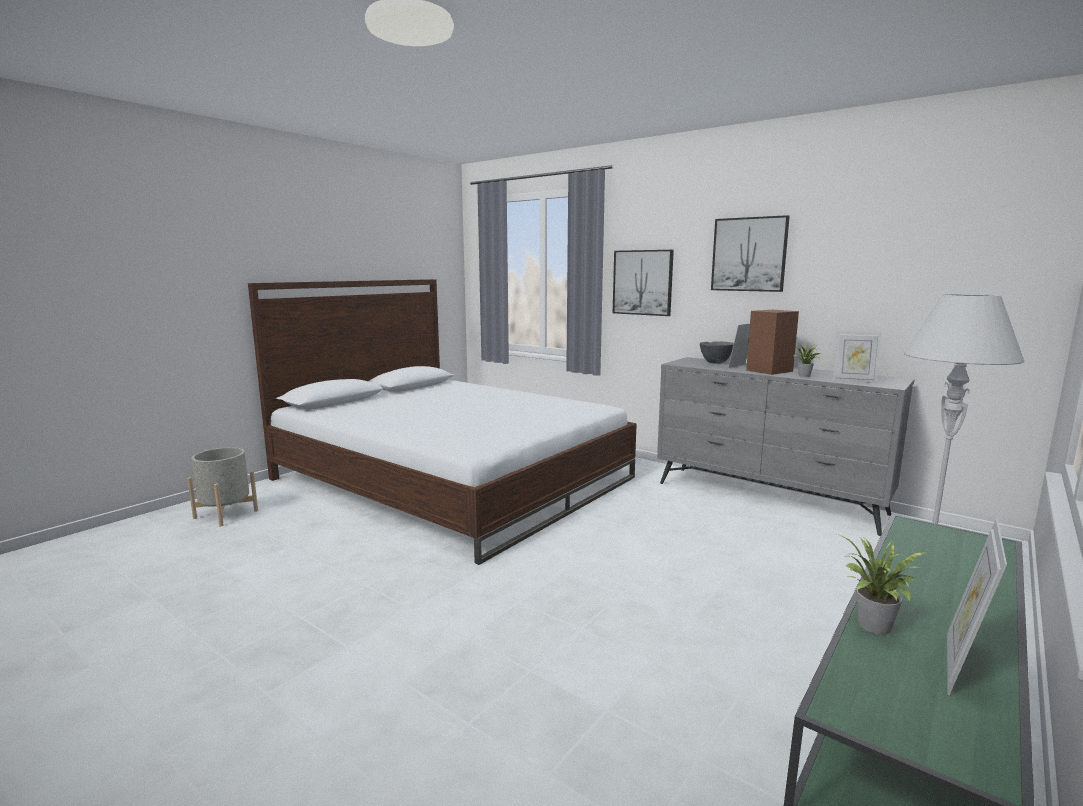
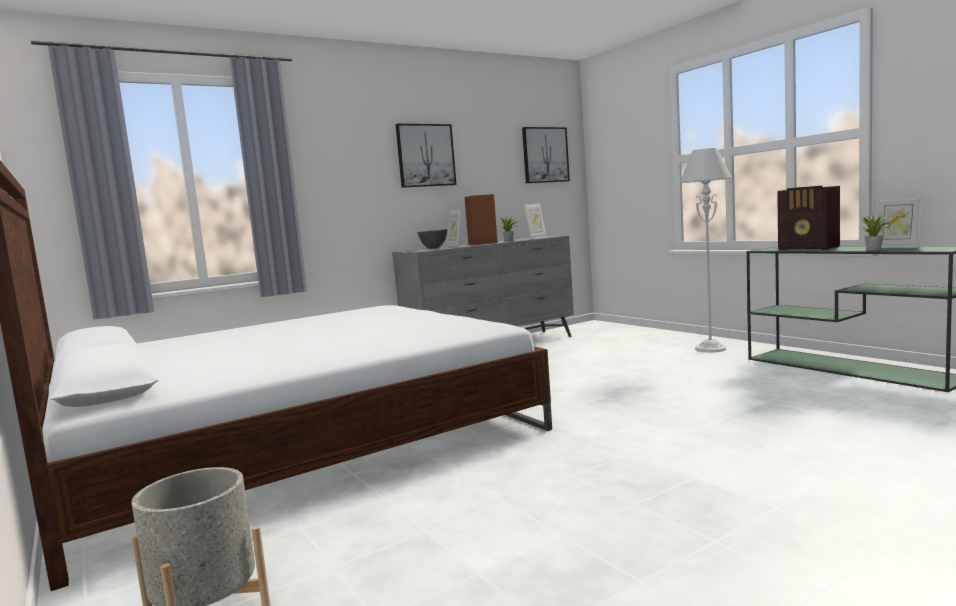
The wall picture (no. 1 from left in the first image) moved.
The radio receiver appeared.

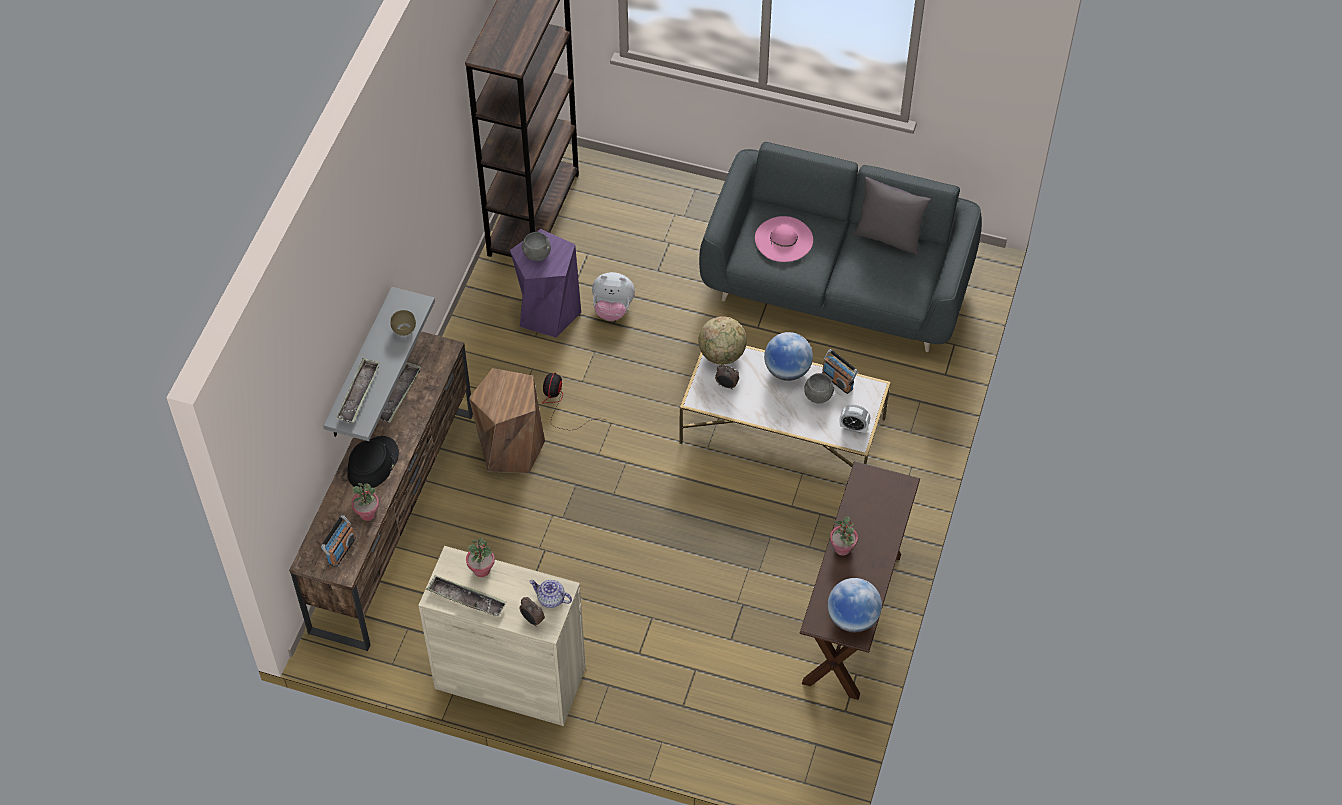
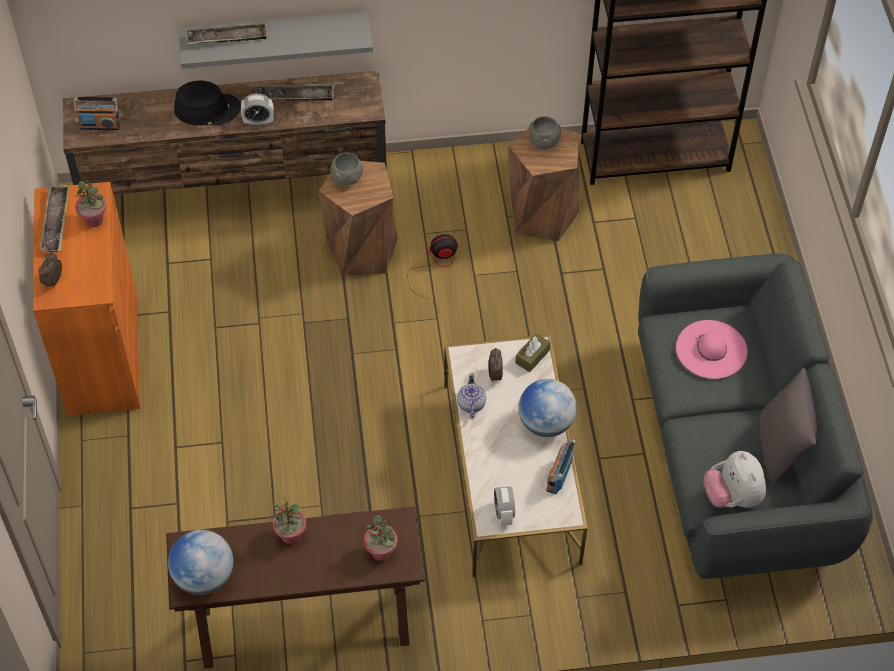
The plant in a pot (no. 1 from left in the first image) moved.
The brown serving bowl disappeared.
The beige-coloured storage cabinet became the orange-coloured storage cabinet.
The purplish stool became the brown stool (no. 2 from left).
The pot for tea moved.
The cuddly toy moved.
The desk globe (no. 1 from left) was replaced by the brown tissue holder.
The gray serving bowl (no. 2 from left in the first image) moved.
The table clock (no. 2 from left) appeared.

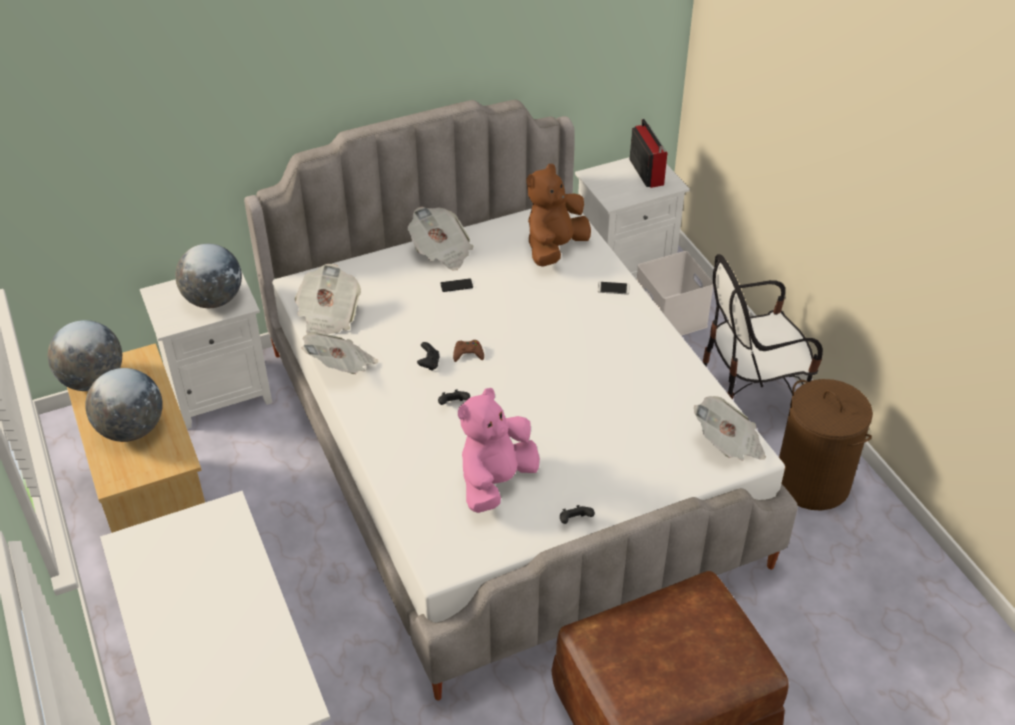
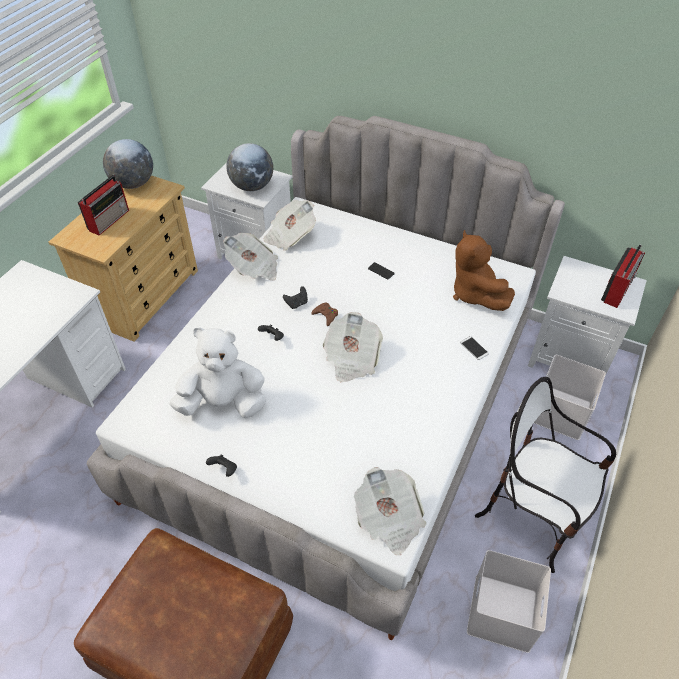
The desk globe (no. 2 from left) was replaced by the radio receiver (no. 1 from left).
The newspaper (no. 3 from left) moved.
The pink-coloured cuddly toy became the whitish cuddly toy.
The brown cuddly toy turned 105 degrees counterclockwise.
The brown laundry basket was replaced by the whitish storage box (no. 1 from left).

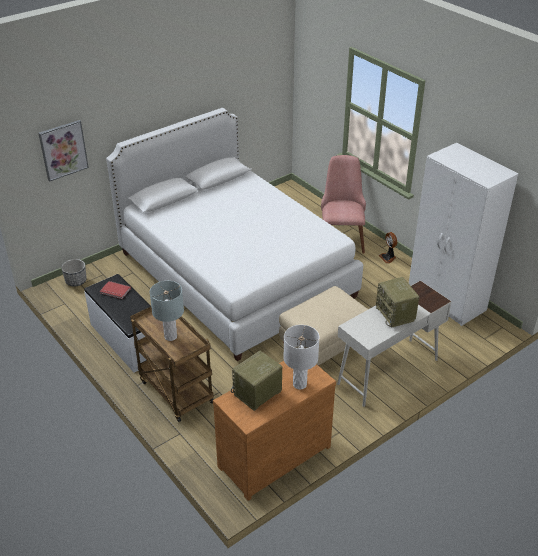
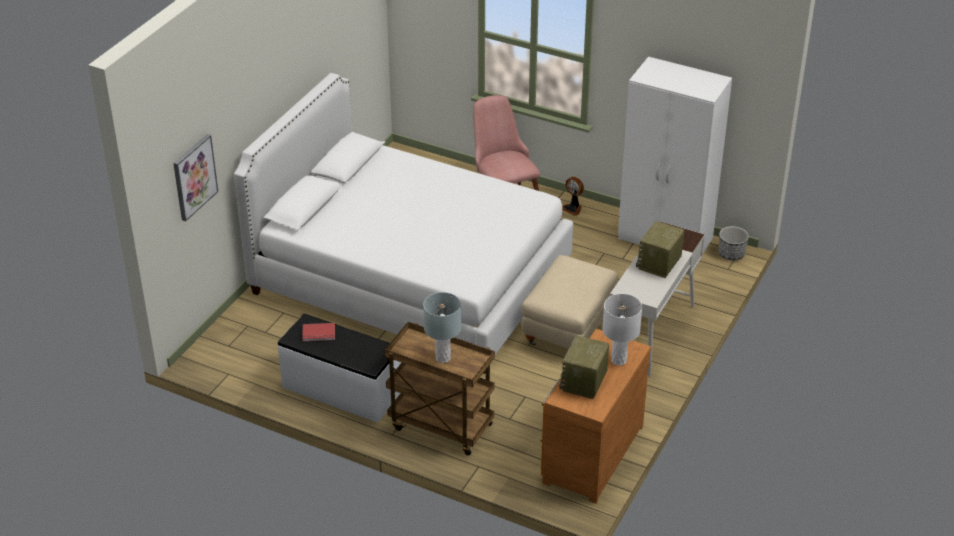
The flower pot moved.
The radio receiver (no. 2 from left) turned 75 degrees clockwise.

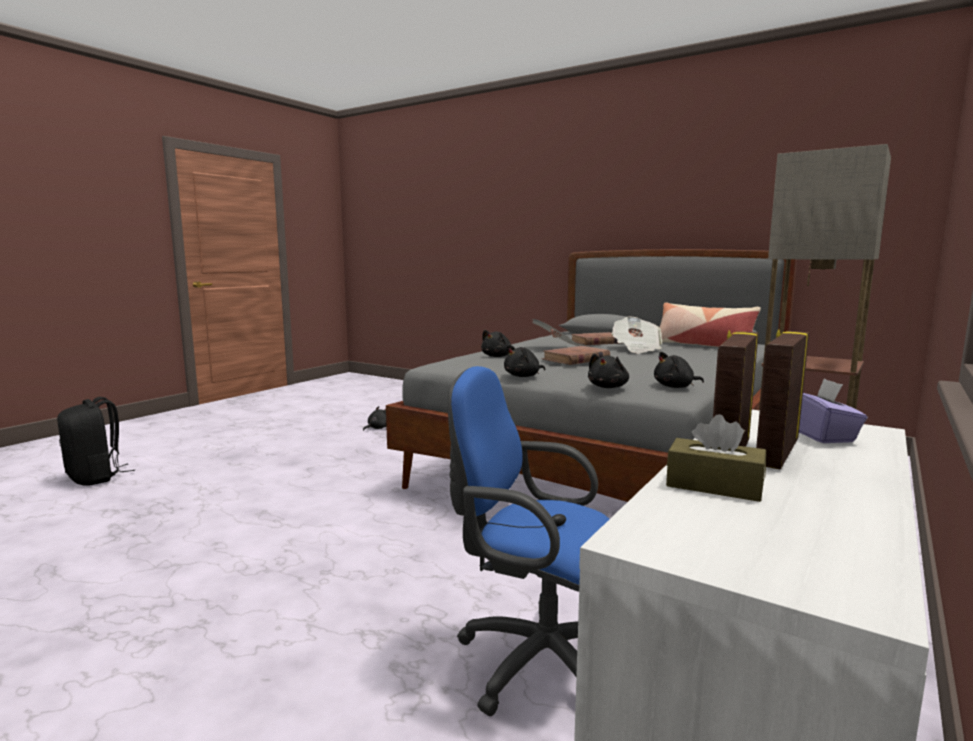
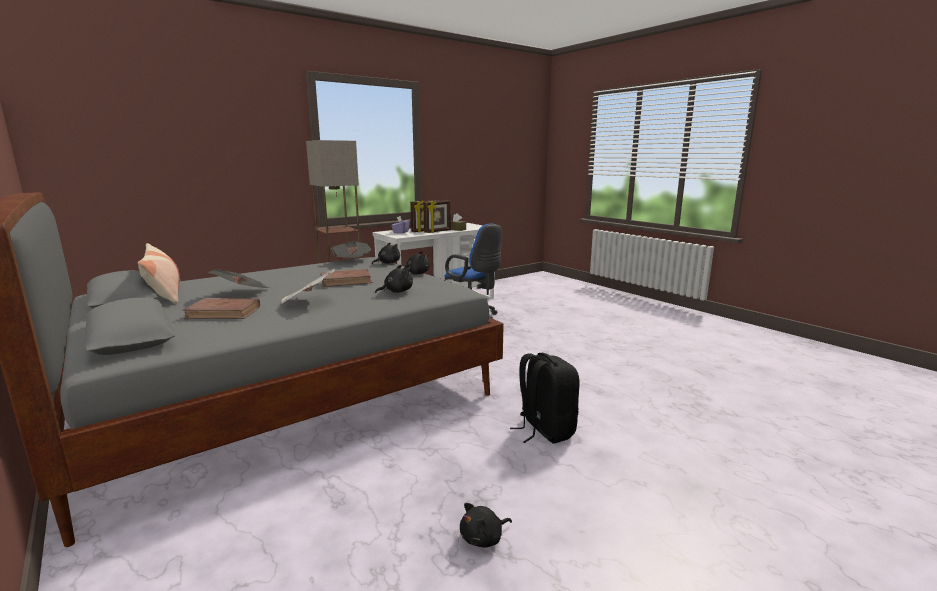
The black-coloured rucksack moved.
The black-coloured cuddly toy (no. 5 from left) was replaced by the newspaper (no. 3 from left).

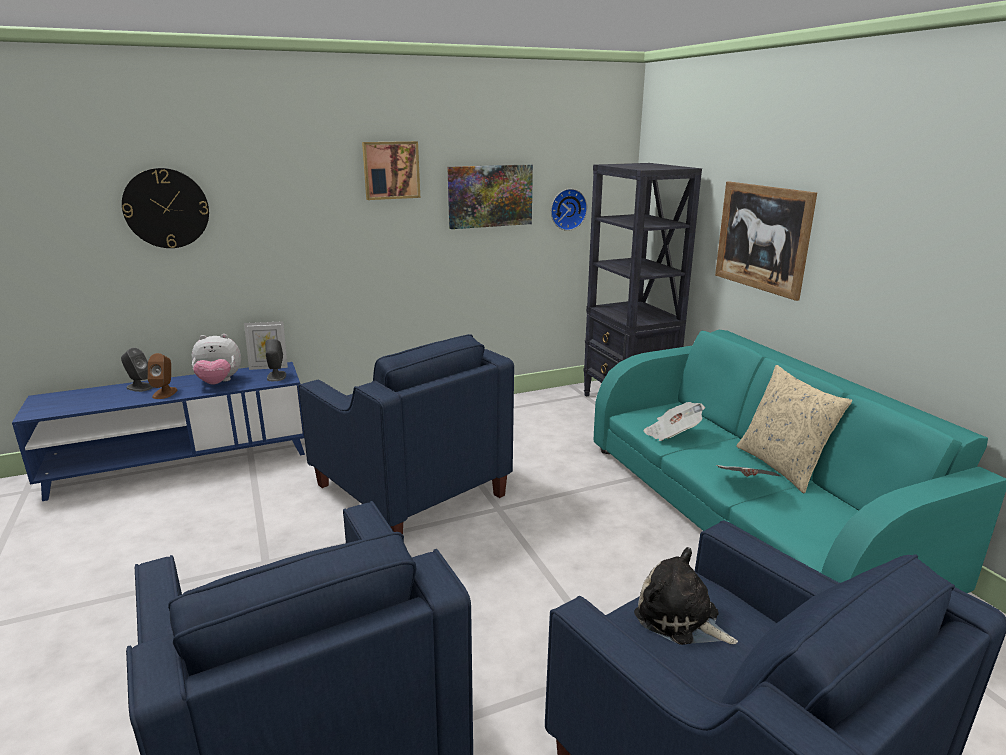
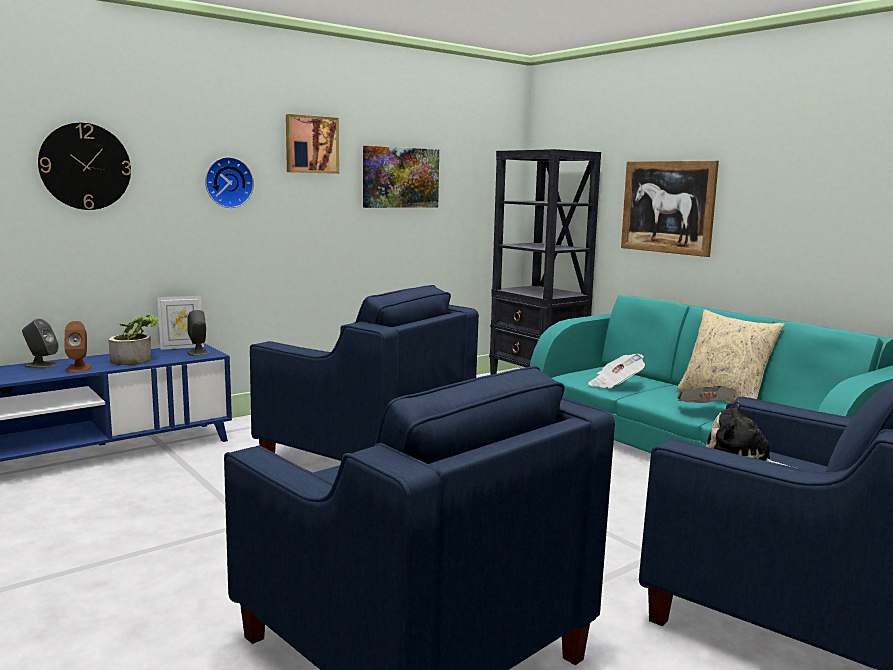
The cuddly toy (no. 1 from left) was replaced by the plant in a pot.
The clock on the wall (no. 2 from left) moved.

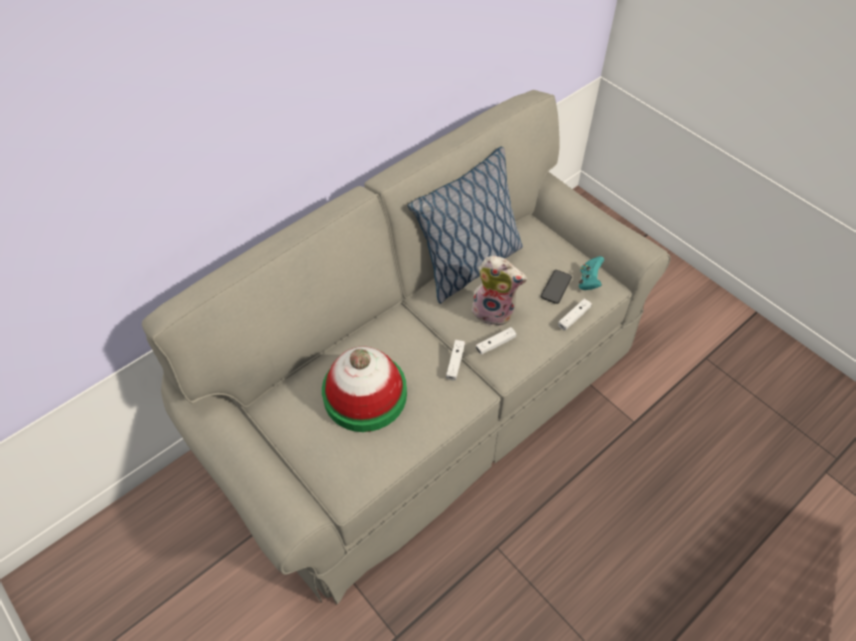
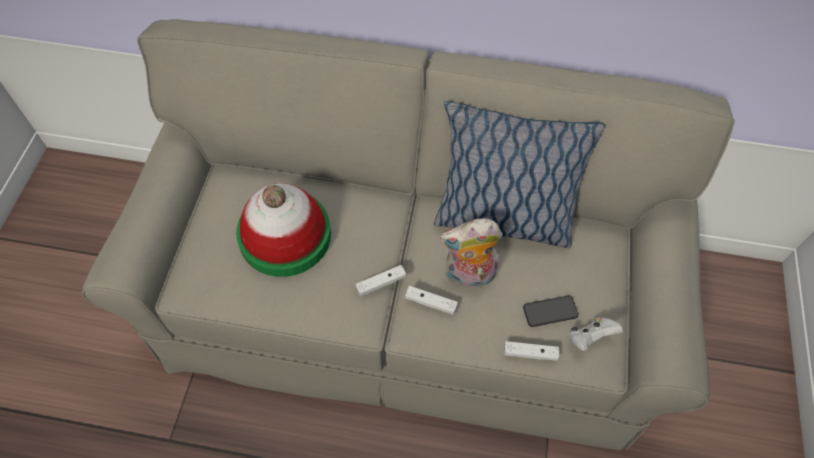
The cuddly toy turned 105 degrees clockwise.
The blue-green game controller became the whitish game controller (no. 4 from left).

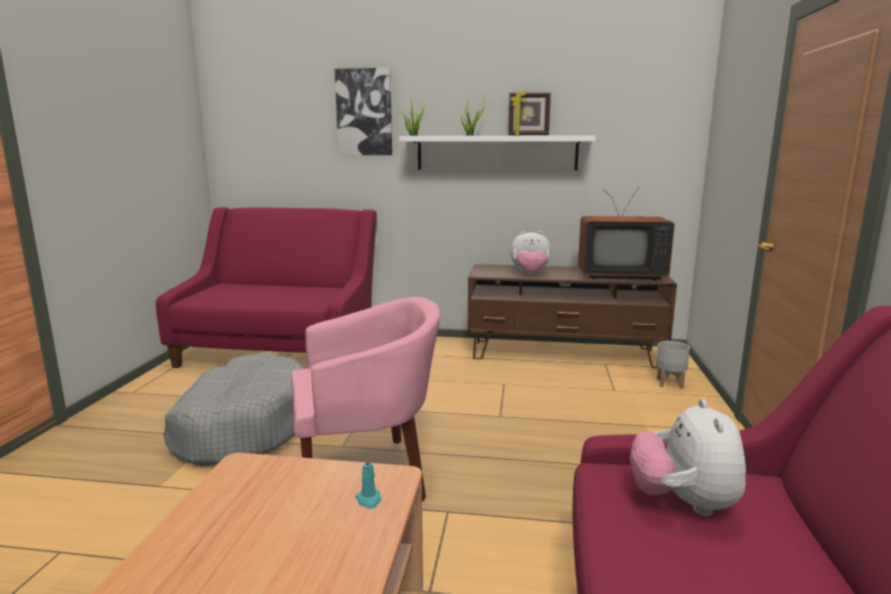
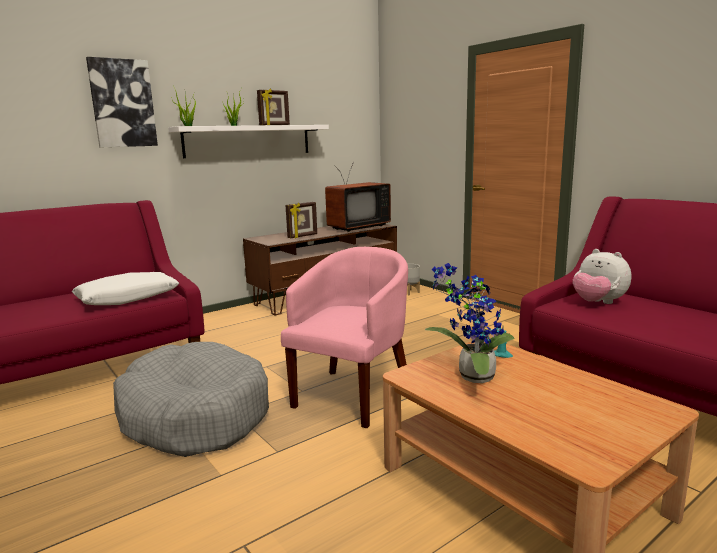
The cuddly toy (no. 1 from left) was replaced by the standing frame (no. 2 from left).
The whitish cushion appeared.
The plant in a pot (no. 3 from left) appeared.

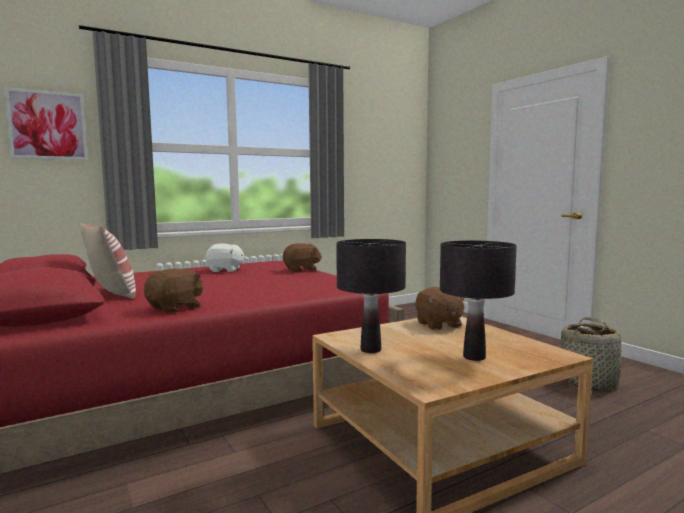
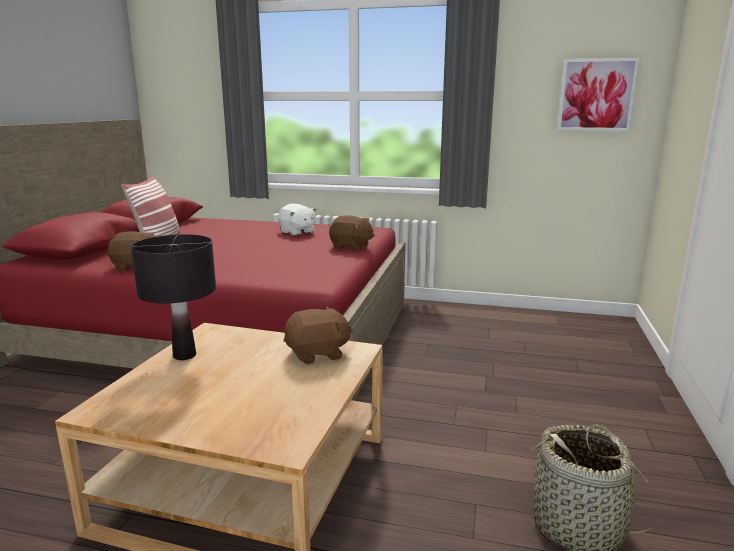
The wall picture moved.
The brown cuddly toy (no. 3 from left in the first image) turned 135 degrees counterclockwise.
The black-coloured table lamp (no. 2 from left) disappeared.

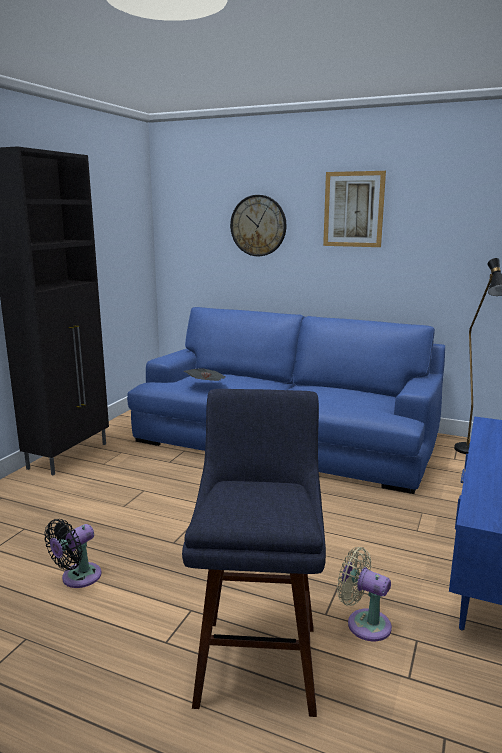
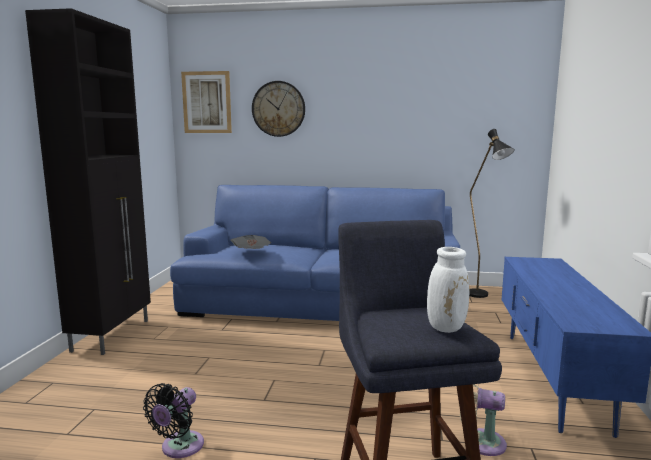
The wall picture moved.
The whitish decorative vase appeared.

